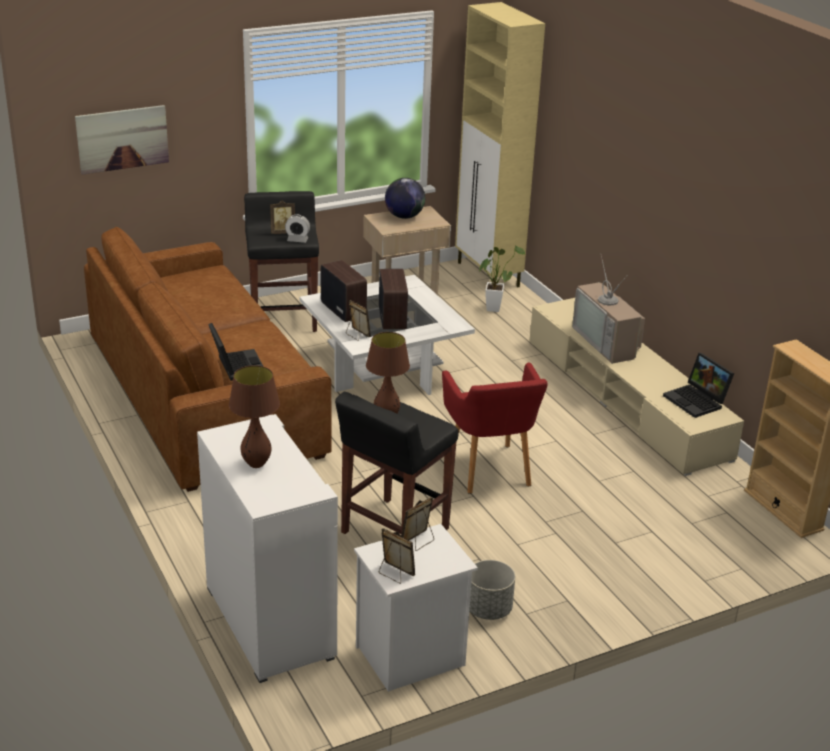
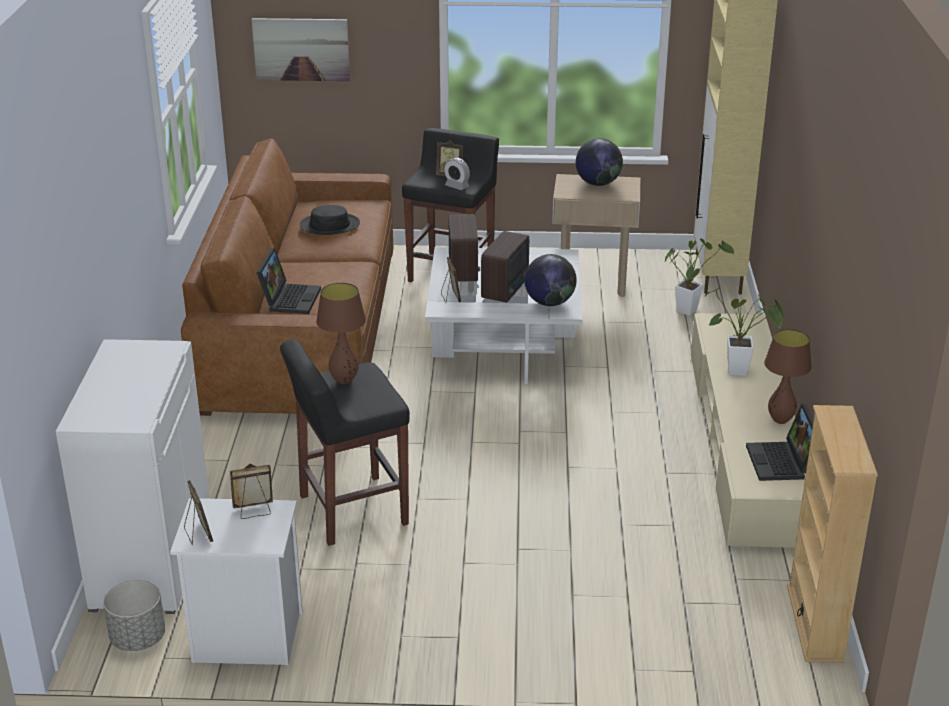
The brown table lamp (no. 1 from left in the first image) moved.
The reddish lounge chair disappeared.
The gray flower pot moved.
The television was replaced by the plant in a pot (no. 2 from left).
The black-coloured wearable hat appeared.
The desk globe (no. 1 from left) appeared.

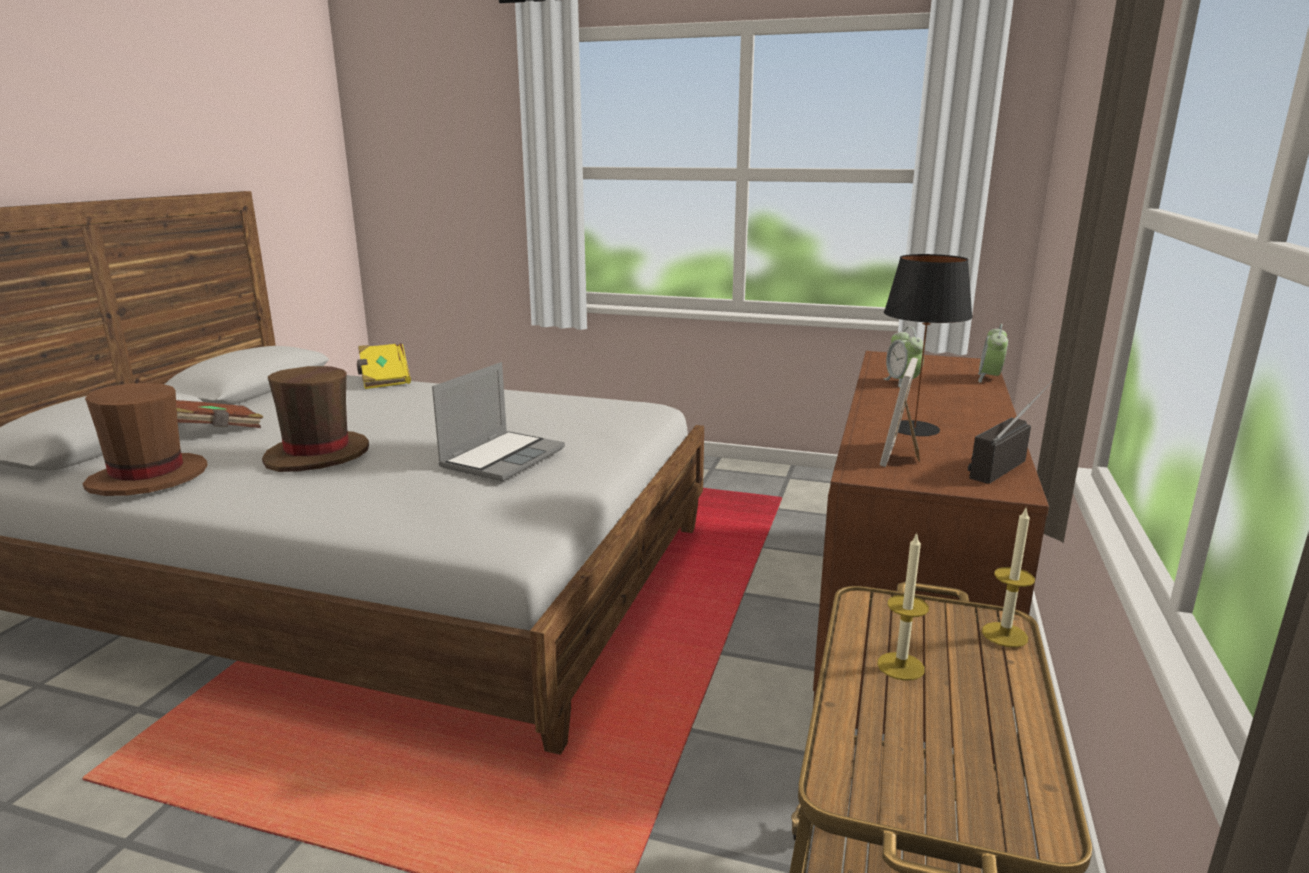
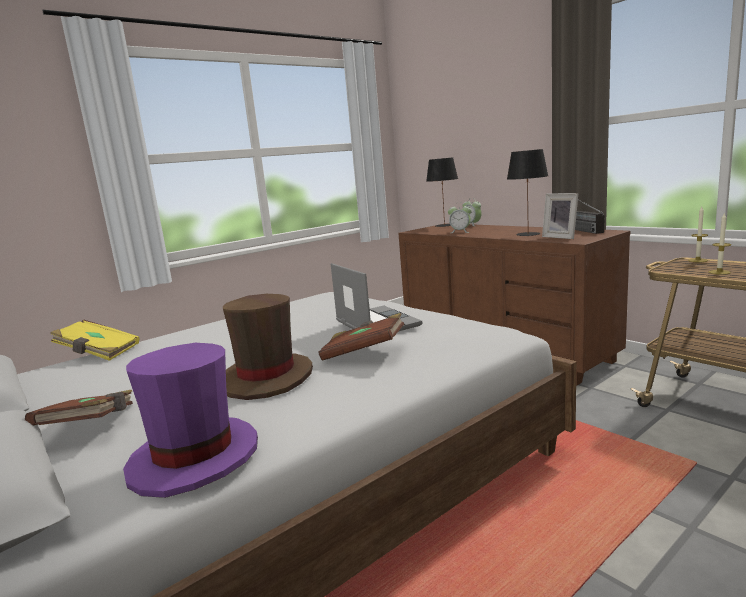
The brown wearable hat (no. 1 from left) became the purplish wearable hat.
The brown volume (no. 2 from left) appeared.
The black-coloured table lamp (no. 1 from left) appeared.

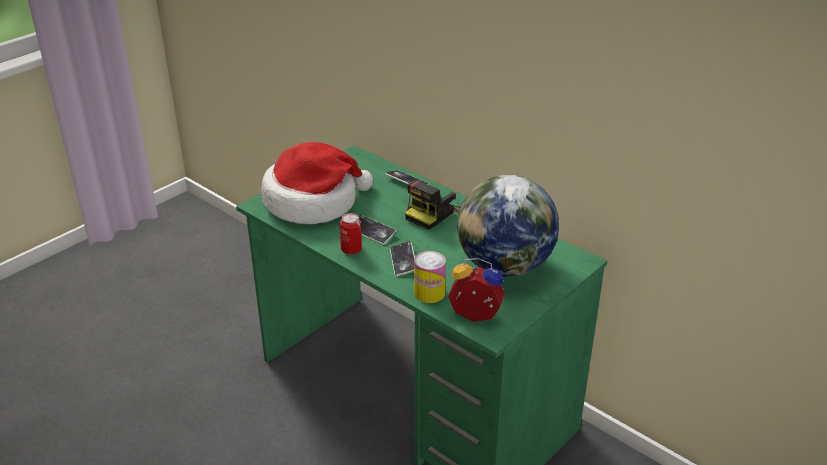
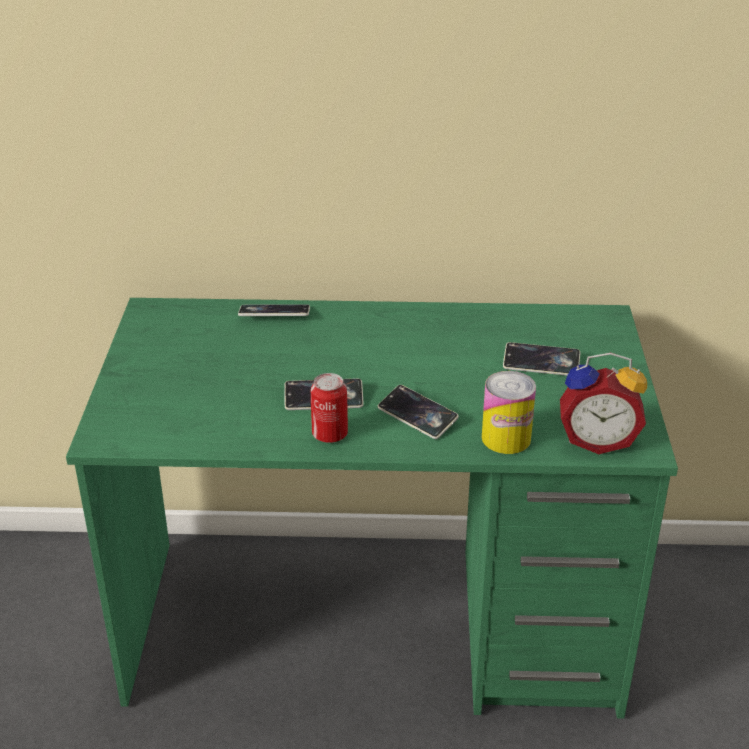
The wearable hat disappeared.
The photo camera disappeared.
The table clock turned 150 degrees counterclockwise.
The desk globe was replaced by the telephone (no. 4 from left).

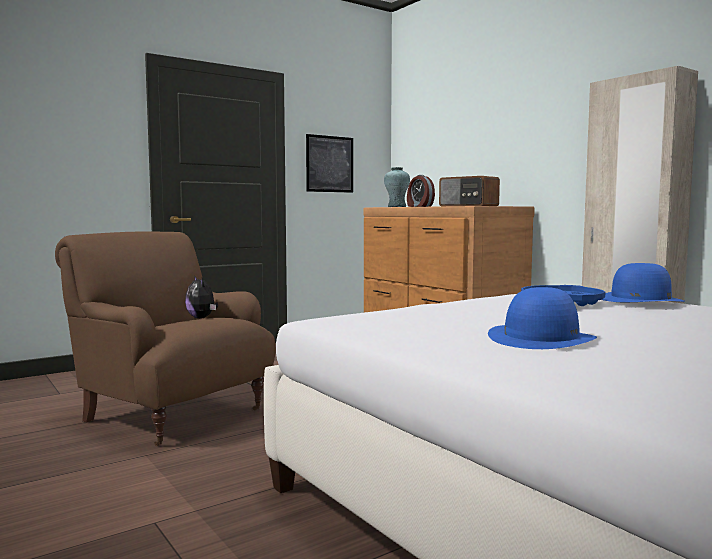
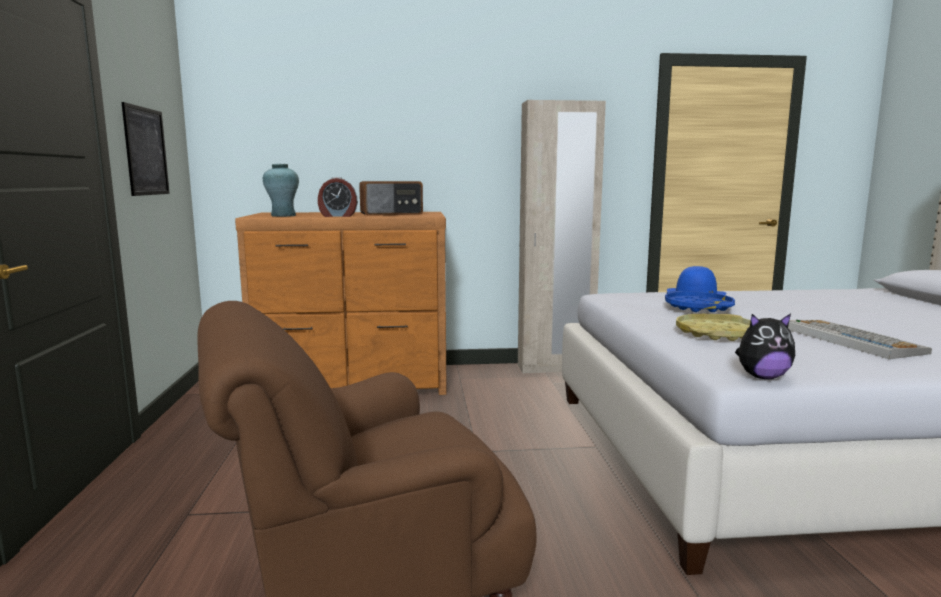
The cuddly toy moved.
The blue wearable hat (no. 1 from left) was replaced by the computer keyboard.
The yellowish tray appeared.

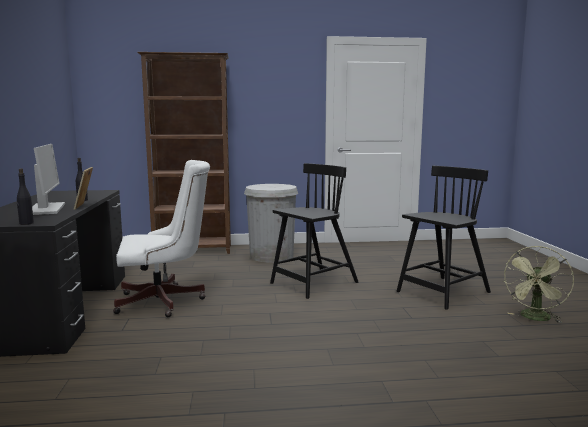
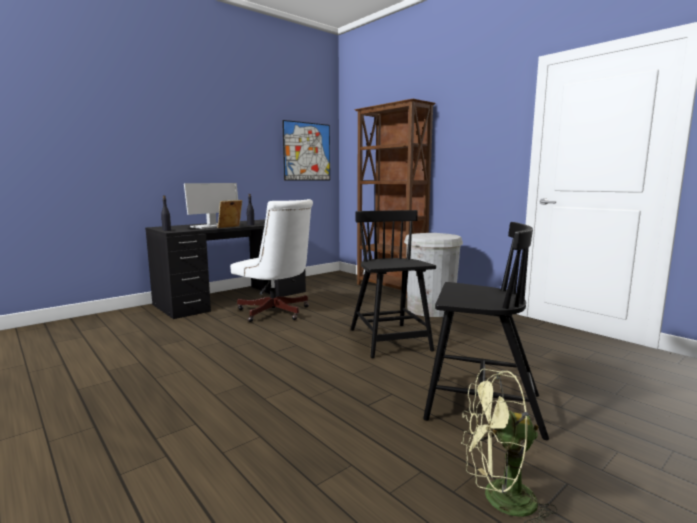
The black-coloured plain chair (no. 1 from left) turned 120 degrees counterclockwise.
The wall picture appeared.

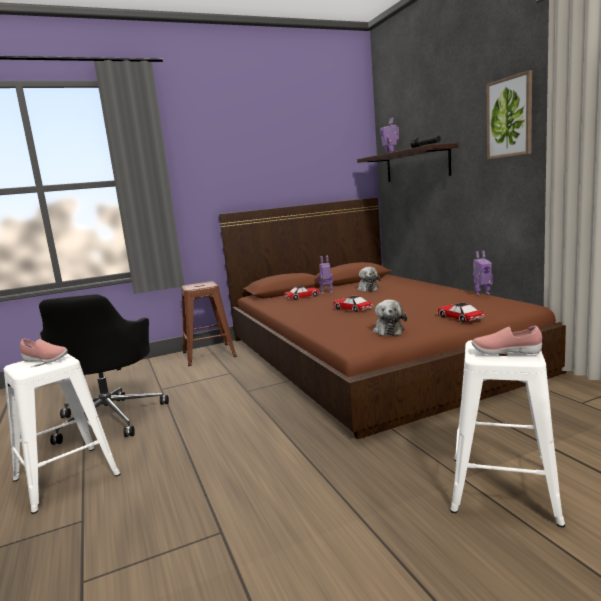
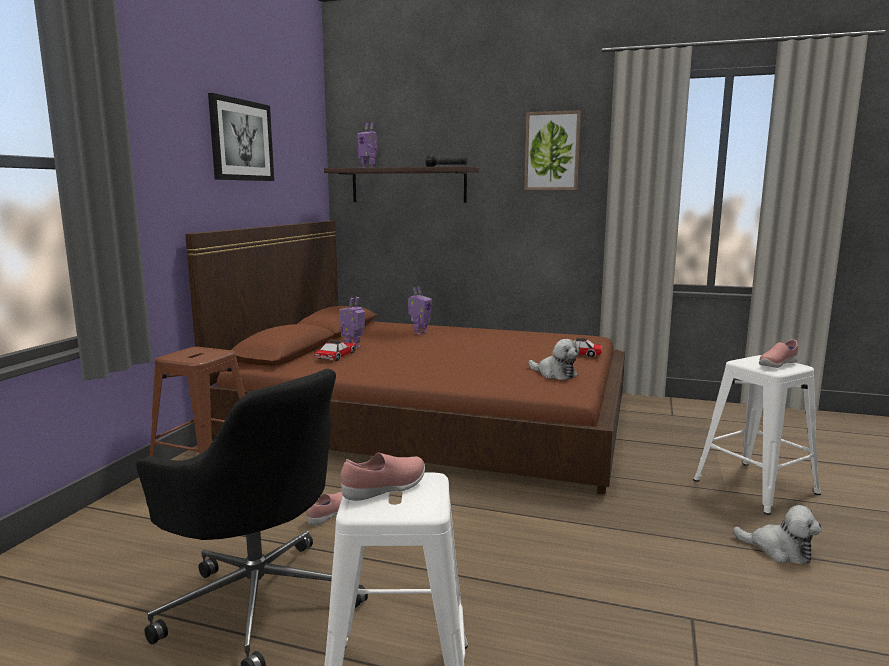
The miniature car (no. 2 from left) disappeared.
The cuddly toy (no. 1 from left in the first image) moved.
The toy robot (no. 3 from left) moved.
The wall picture (no. 1 from left) appeared.
The pink-coloured low shoe (no. 1 from left) appeared.

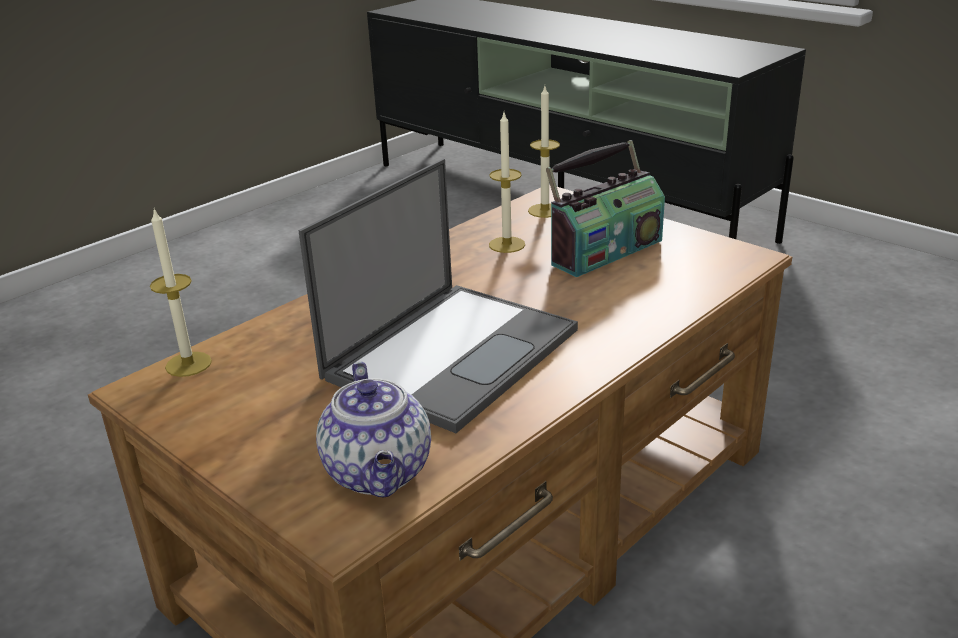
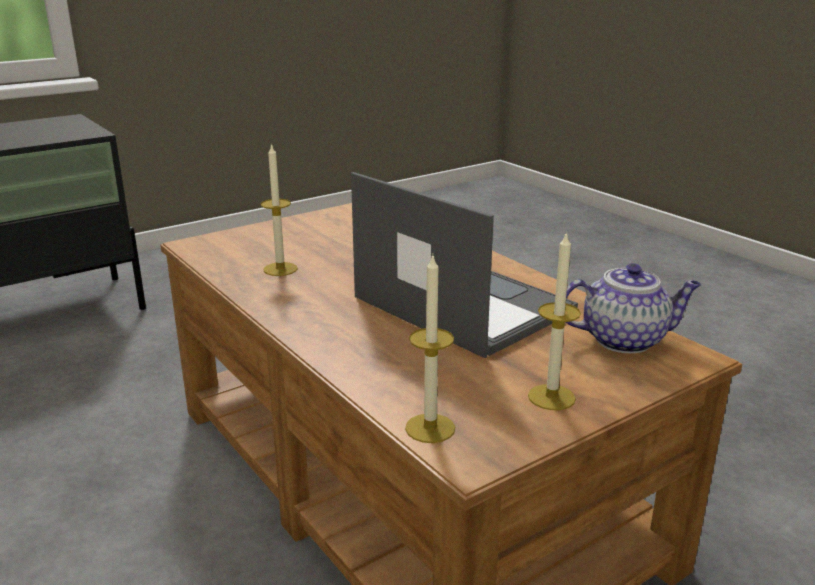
The candle (no. 3 from left) moved.
The radio receiver disappeared.

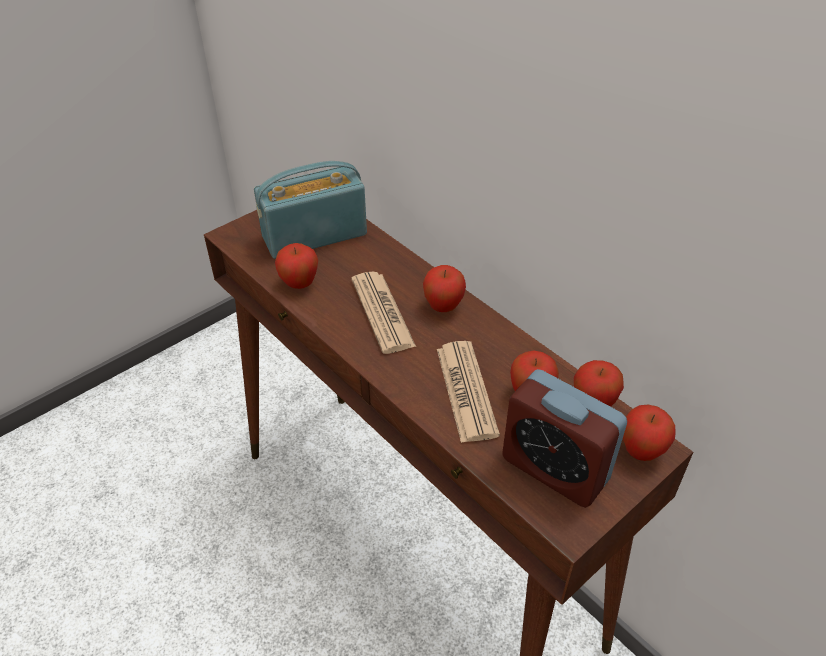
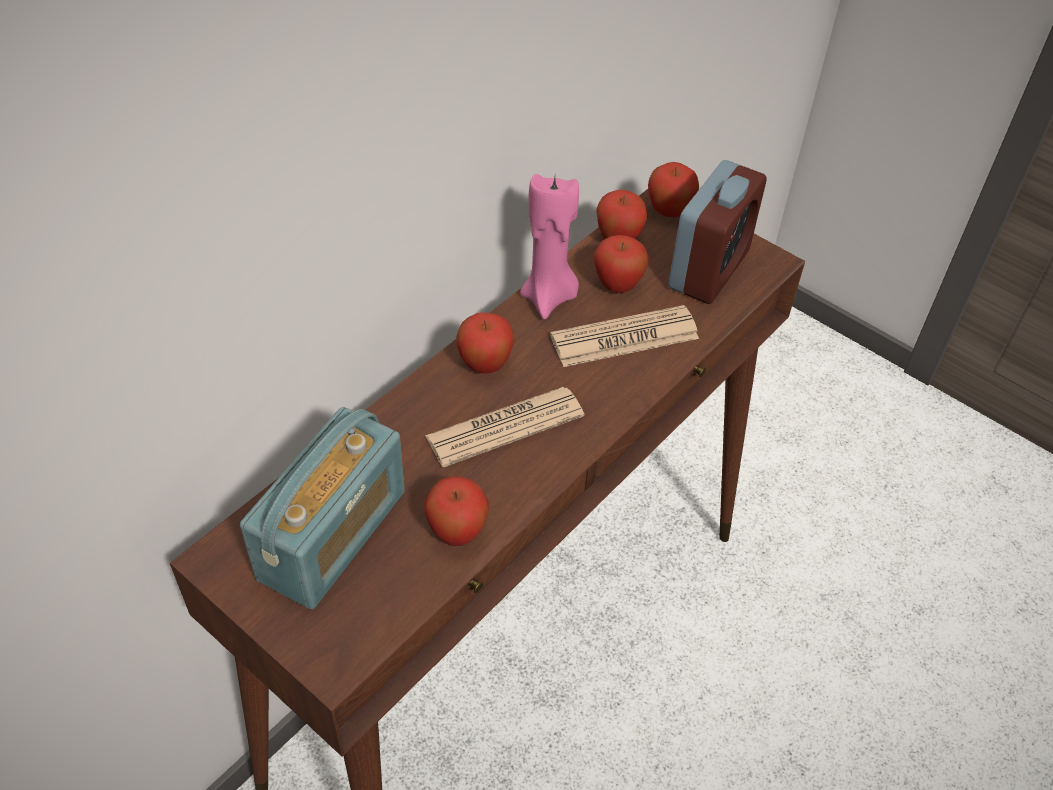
The radio receiver turned 120 degrees counterclockwise.
The pink-coloured candle appeared.

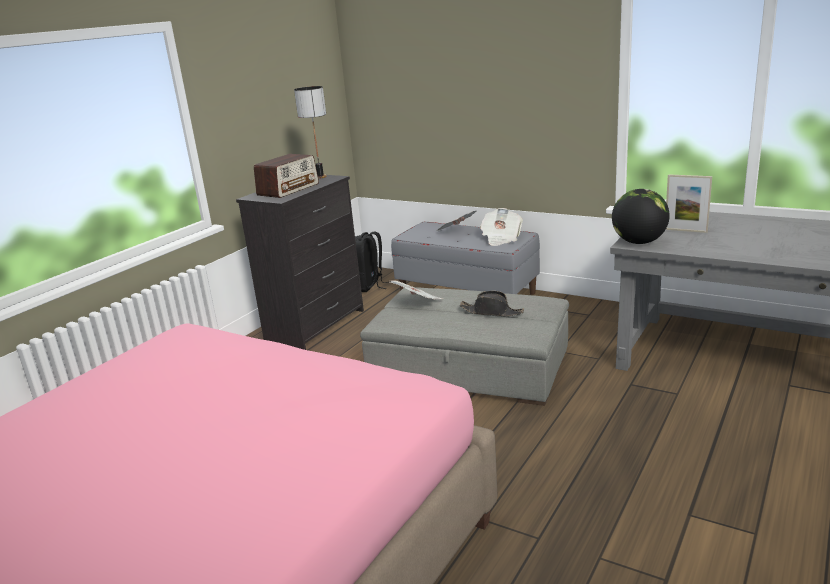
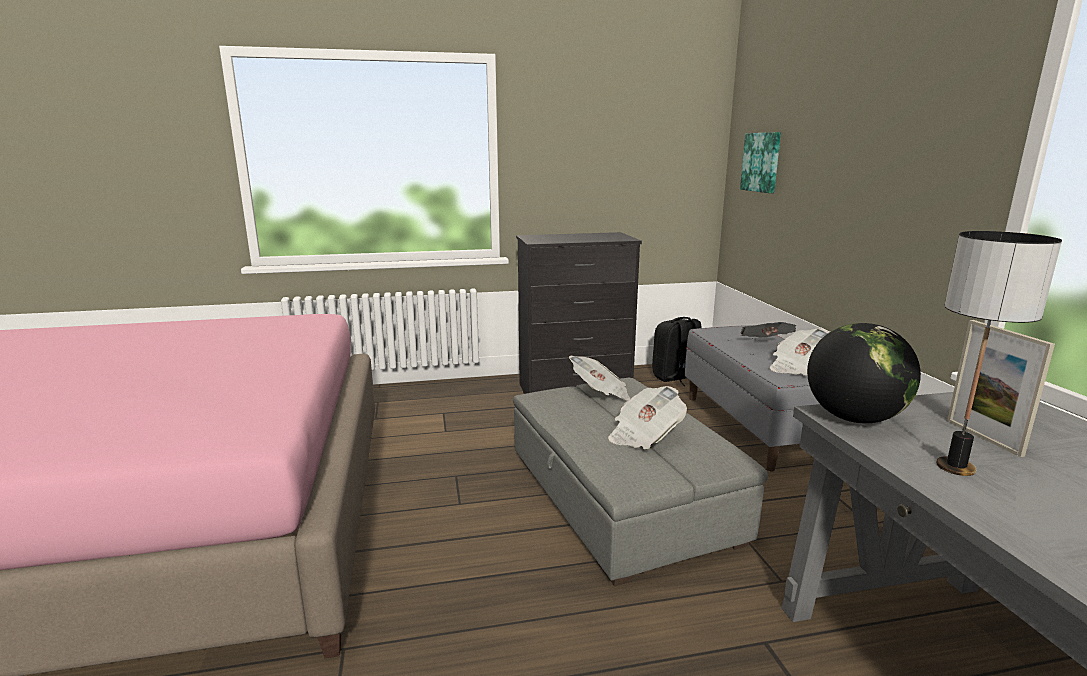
The radio receiver disappeared.
The table lamp moved.
The black-coloured wearable hat was replaced by the newspaper (no. 2 from left).
The wall picture appeared.

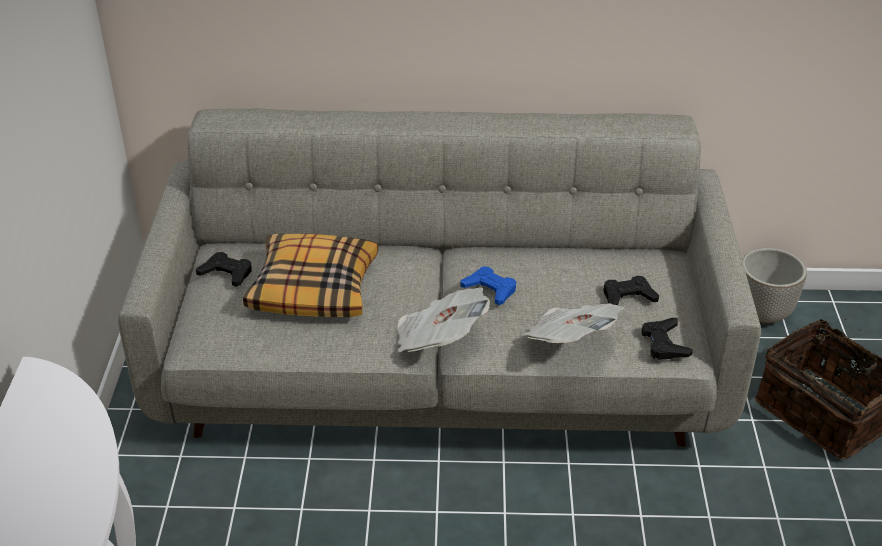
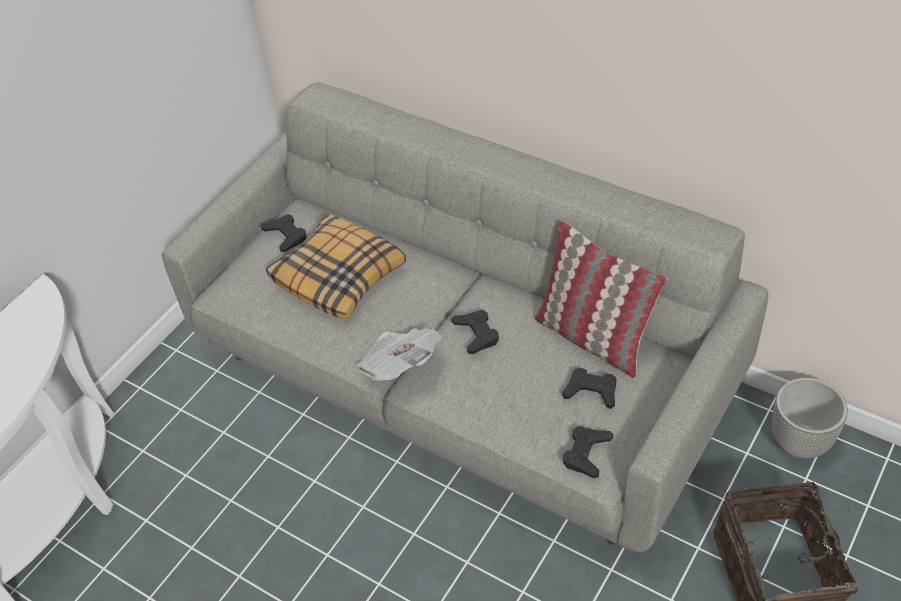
The blue game controller became the black-coloured game controller (no. 2 from left).
The newspaper (no. 2 from left) disappeared.
The cushion (no. 2 from left) appeared.

